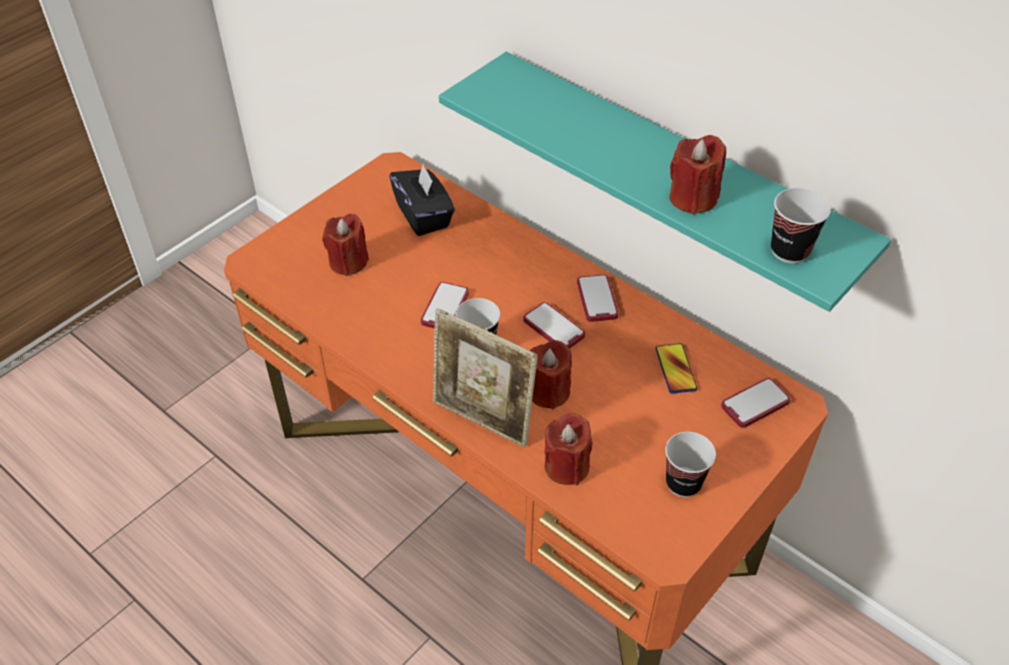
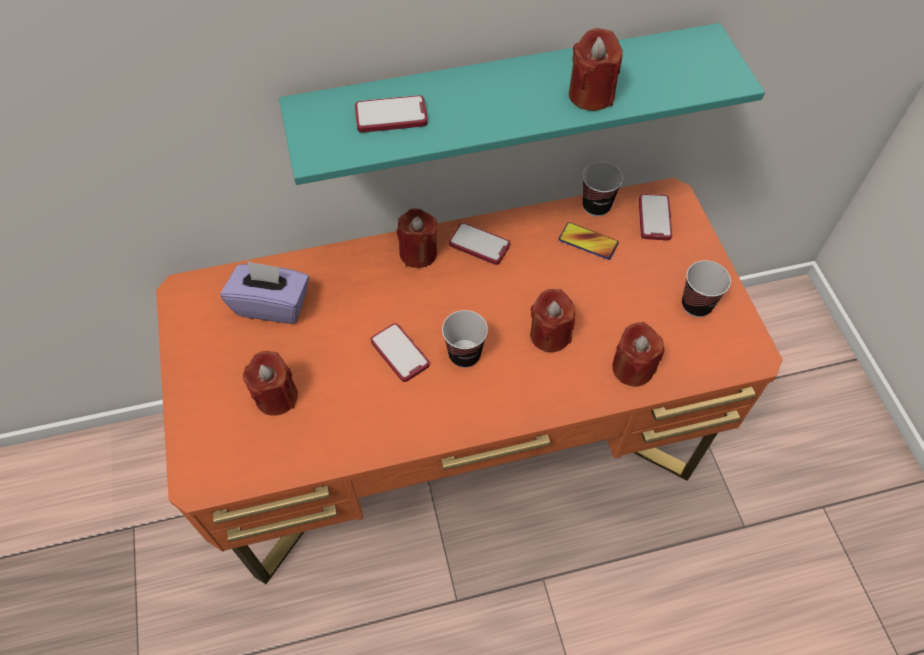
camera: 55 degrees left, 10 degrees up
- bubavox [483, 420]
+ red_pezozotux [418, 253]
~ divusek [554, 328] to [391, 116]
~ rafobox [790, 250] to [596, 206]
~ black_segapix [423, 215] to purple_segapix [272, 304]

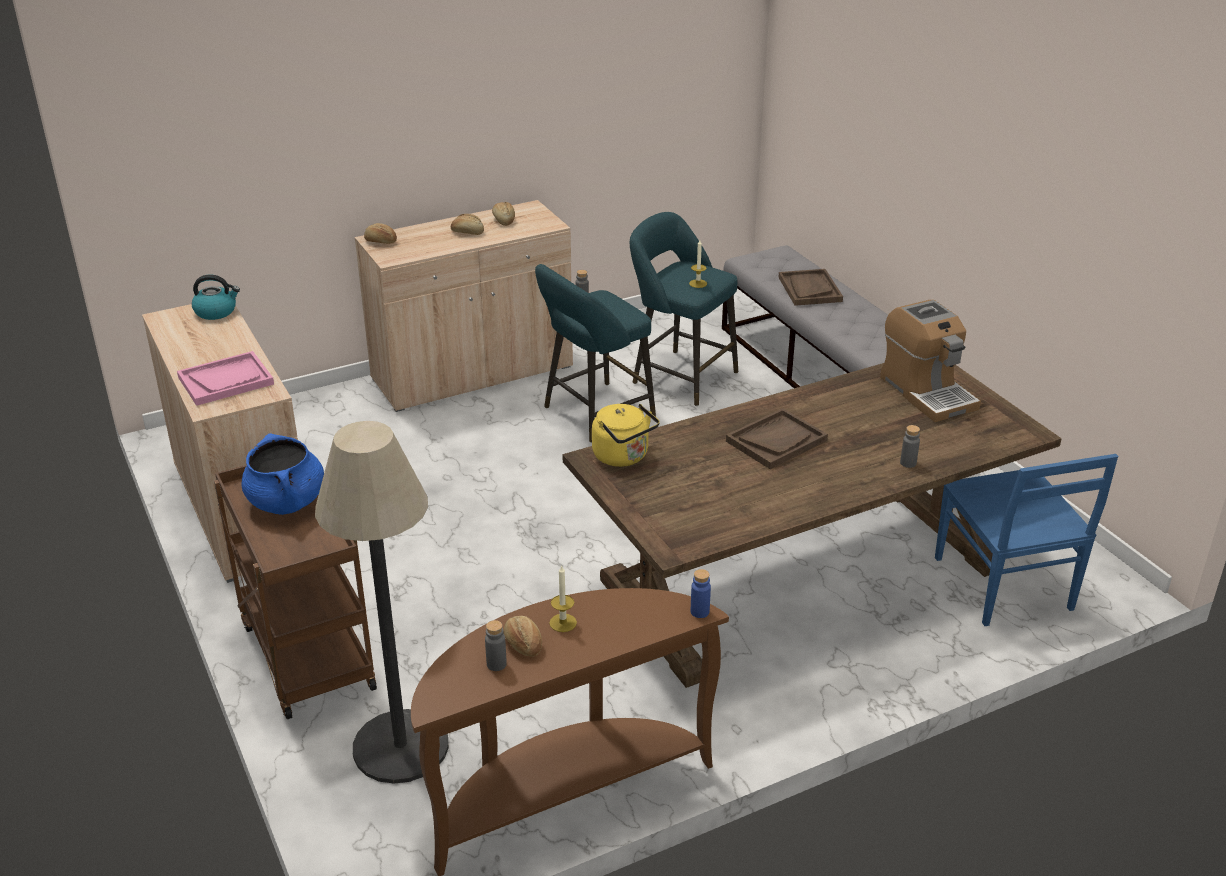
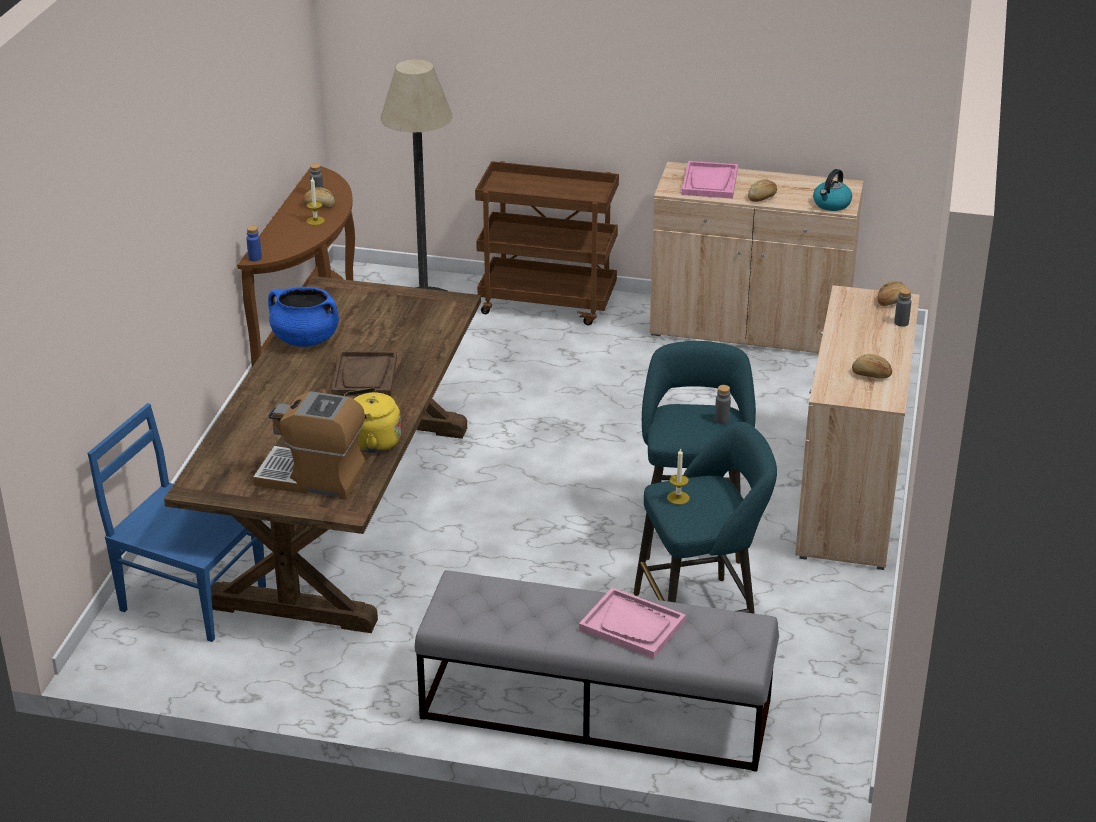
camera: 130 degrees right, 0 degrees up
~ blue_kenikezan [287, 502] to [305, 339]
~ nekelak [467, 232] to [762, 197]
~ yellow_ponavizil [623, 457] to [370, 442]
~ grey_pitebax [908, 463] to [901, 323]
~ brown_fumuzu [809, 289] to pink_fumuzu [632, 625]

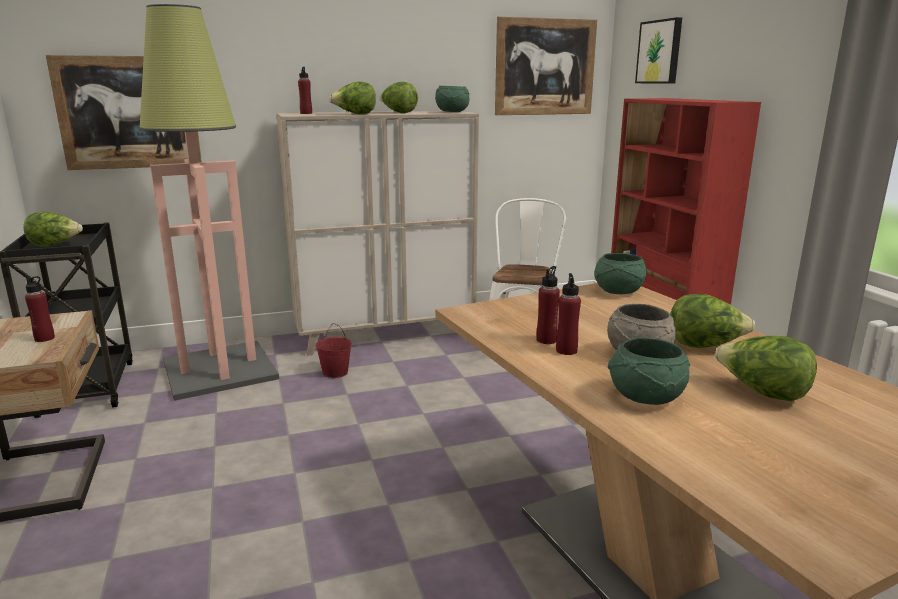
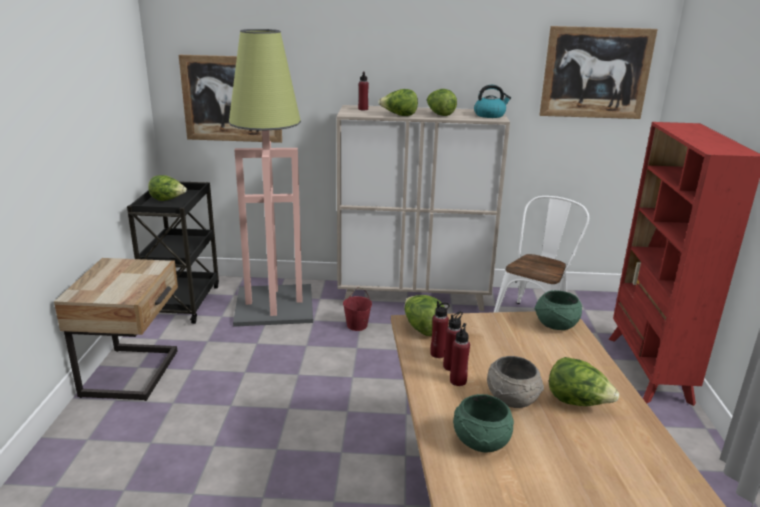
camera: 20 degrees right, 5 degrees up
- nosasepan [660, 52]
~ red_pitebax [44, 338] to [438, 353]
~ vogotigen [762, 393] to [422, 329]
~ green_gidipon [452, 112] to ponavizil [490, 115]

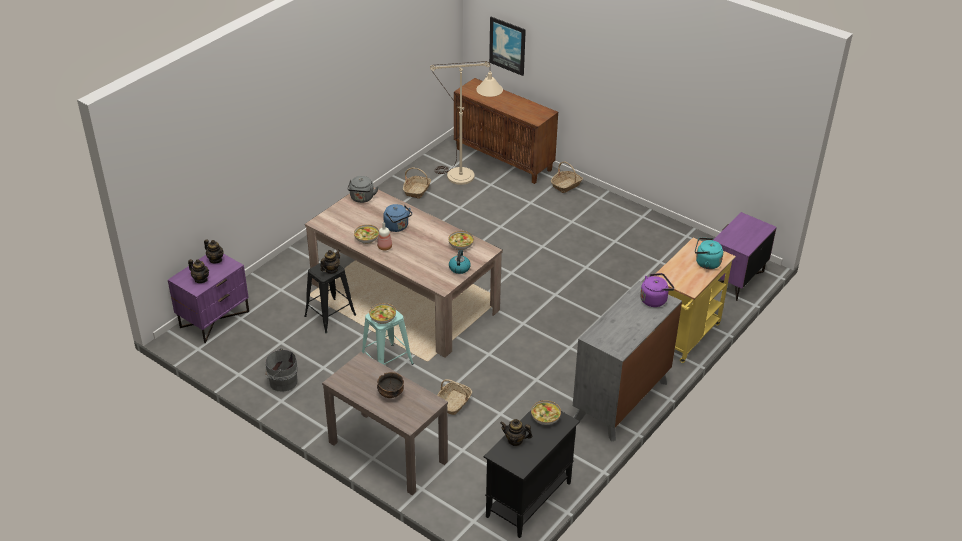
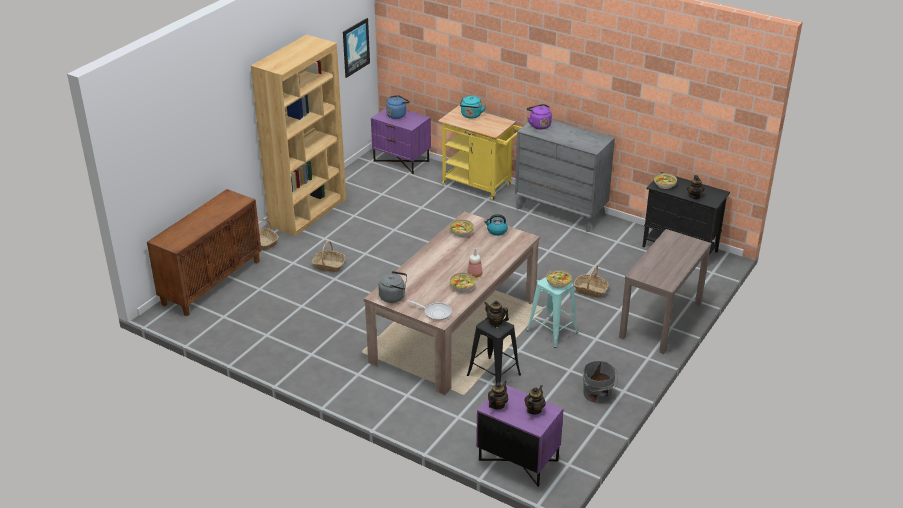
camera: 95 degrees left, 5 degrees down
- gidipon [390, 394]
- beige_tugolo [467, 179]
+ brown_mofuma [308, 212]
+ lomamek [435, 313]
~ blue_ponavizil [397, 227] to [397, 115]
~ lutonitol [417, 190] to [329, 265]
~ nosasepan [508, 45] to [355, 47]

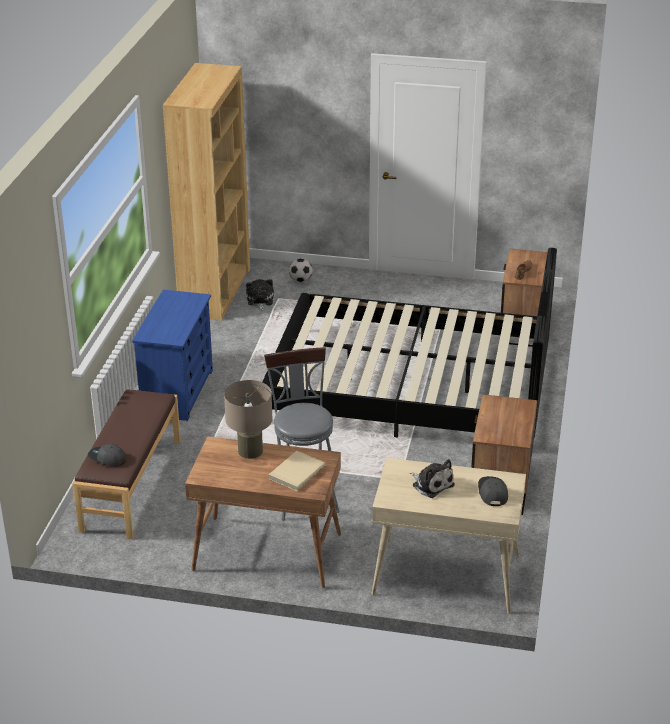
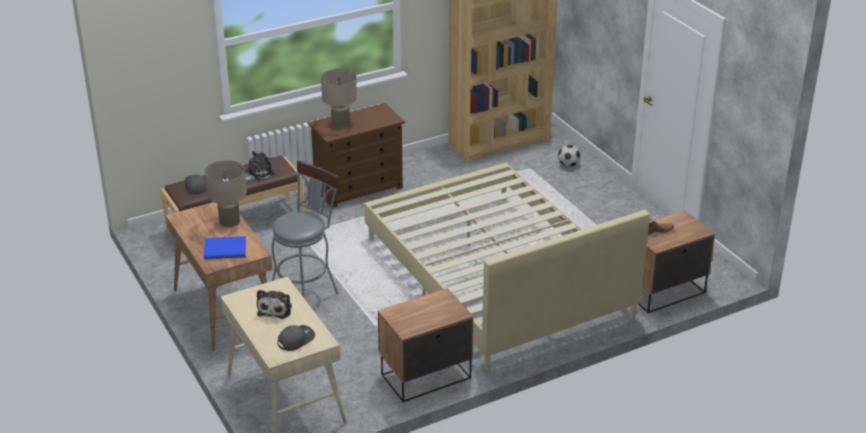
camera: 50 degrees right, 0 degrees up
+ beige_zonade [340, 123]
~ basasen [260, 301] to [257, 173]
~ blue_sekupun [178, 392] to brown_sekupun [359, 188]
~ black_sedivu [409, 389] to beige_sedivu [495, 277]
~ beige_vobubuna [296, 472] to blue_vobubuna [225, 249]

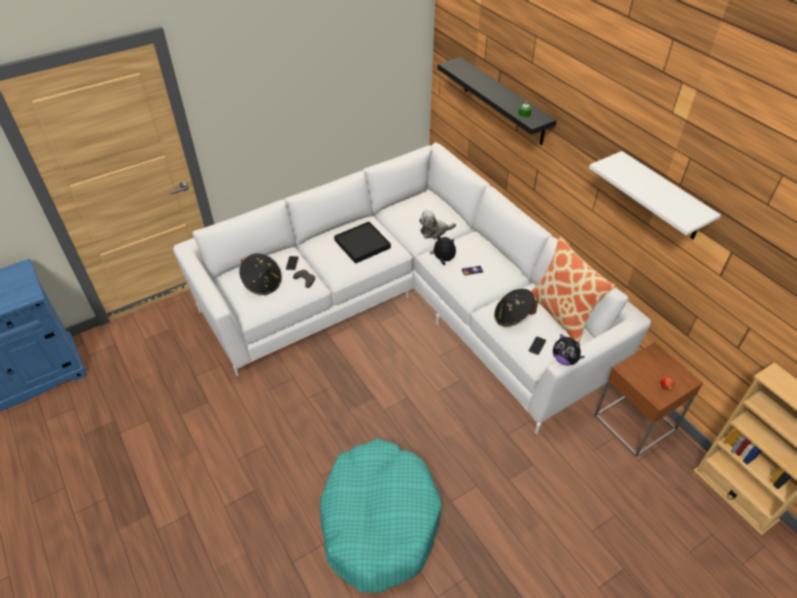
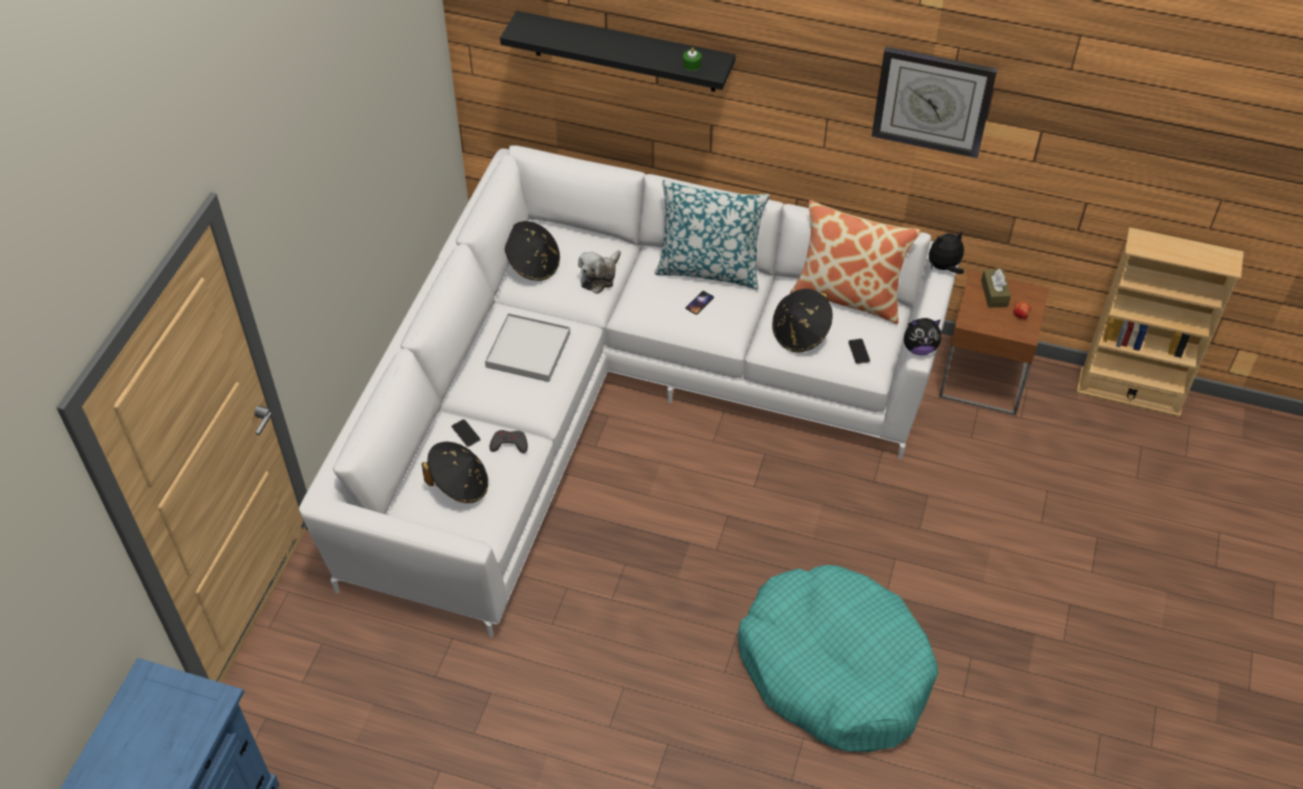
camera: 40 degrees left, 5 degrees up
+ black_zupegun [533, 264]
+ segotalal [709, 269]
+ brown_segapix [994, 293]
~ basasen [443, 260] to [944, 267]
~ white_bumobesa [662, 197] to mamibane [933, 101]
~ black_fumuzu [362, 244] to white_fumuzu [528, 350]

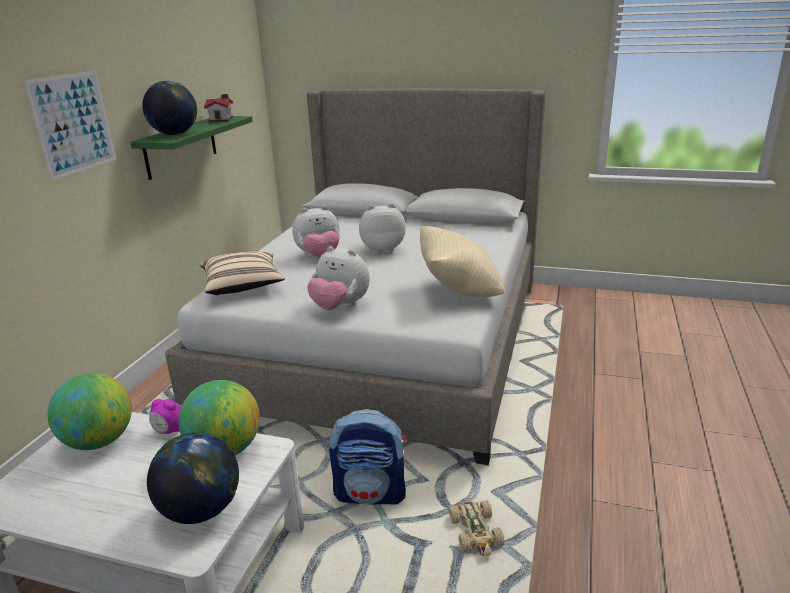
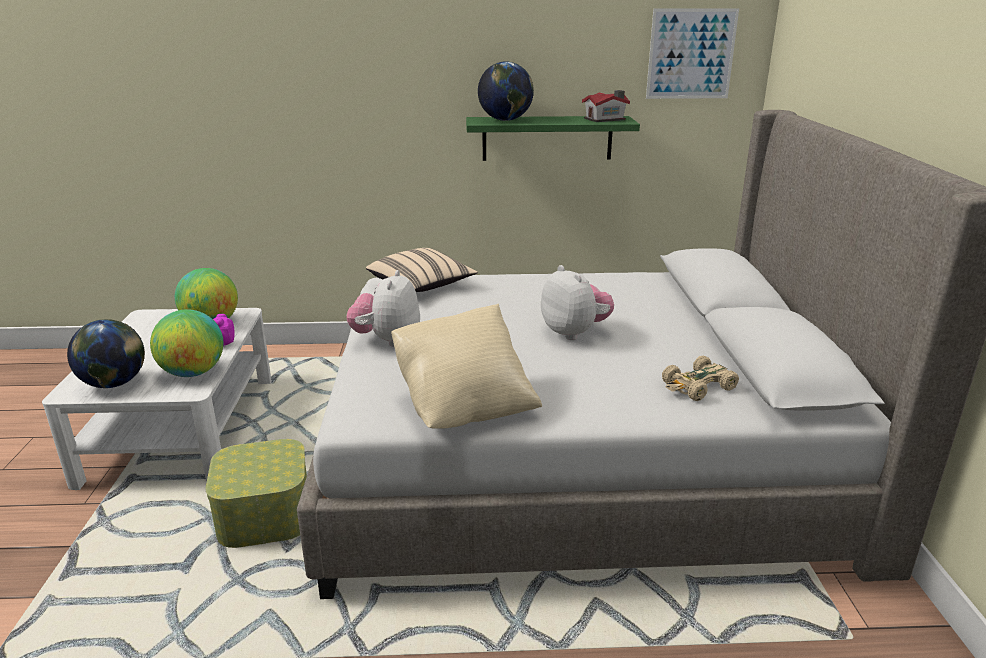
camera: 70 degrees right, 0 degrees up
- basasen [319, 257]
~ nosasepan [73, 123] to [691, 54]
~ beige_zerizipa [476, 533] to [698, 386]
~ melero [371, 493] to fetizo [265, 516]

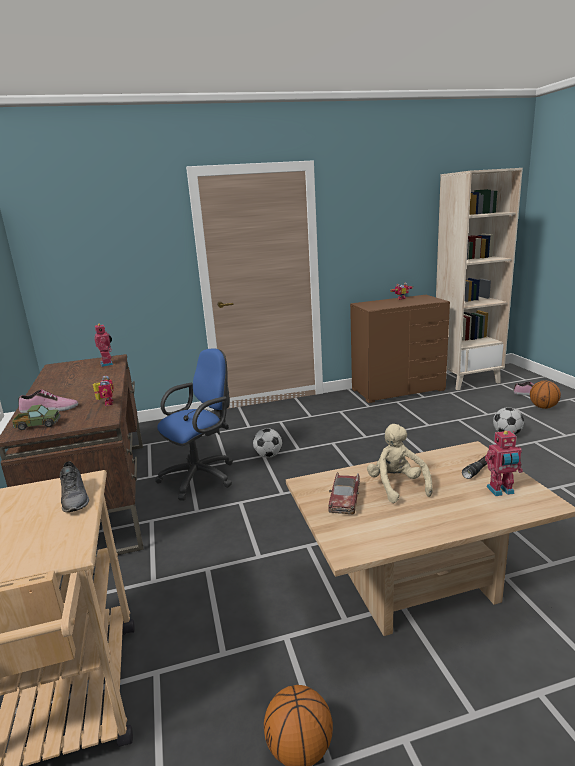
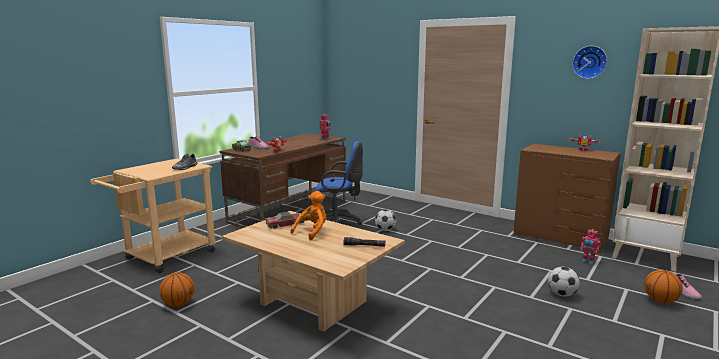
camera: 50 degrees right, 5 degrees down
+ mamibane [590, 62]
~ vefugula [501, 491] to [588, 261]
~ beige_basasen [397, 486] to orange_basasen [312, 231]

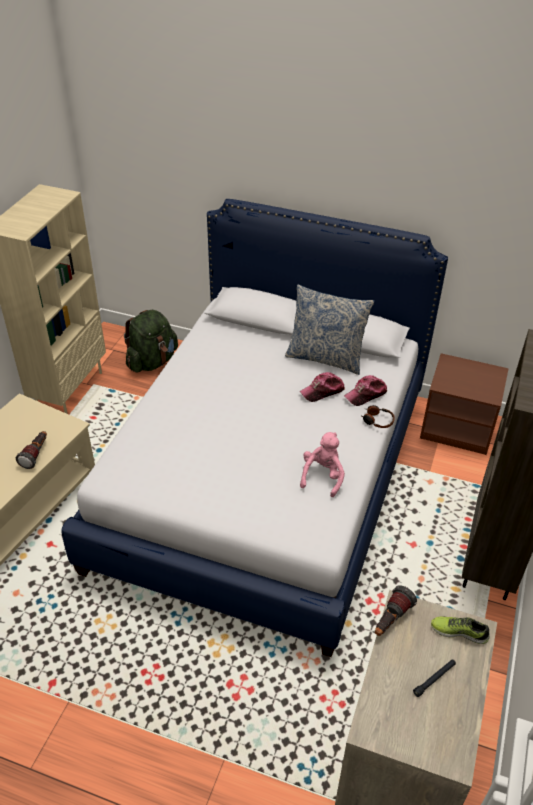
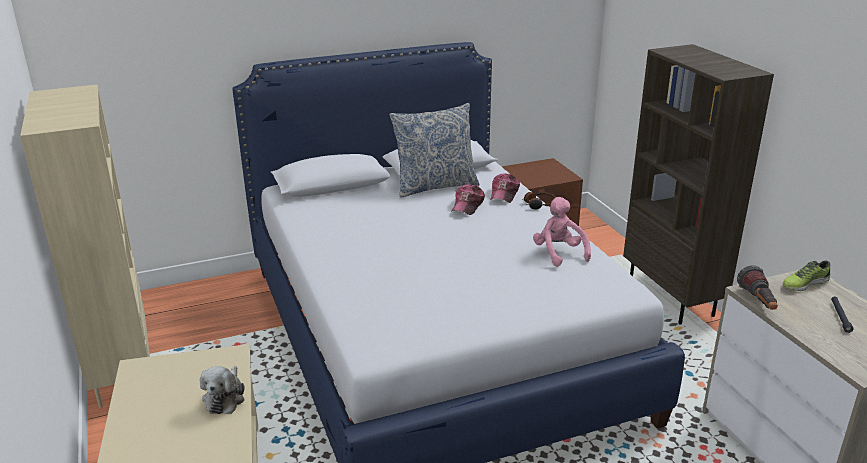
camera: 40 degrees left, 15 degrees down
- green_melero [152, 361]
~ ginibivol [36, 454] to basasen [225, 397]

